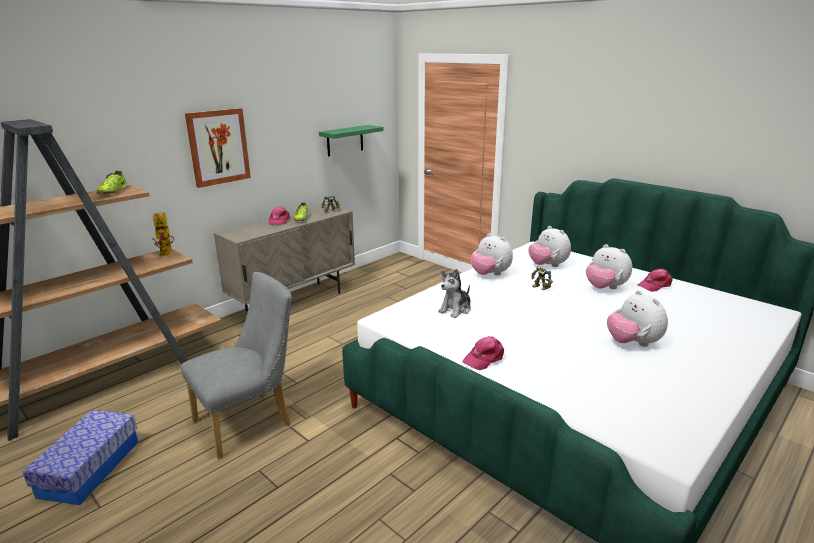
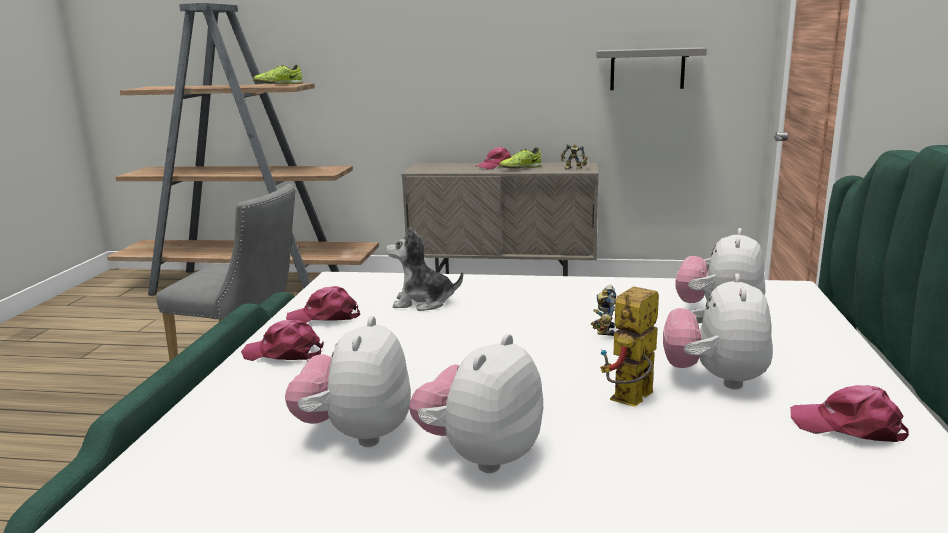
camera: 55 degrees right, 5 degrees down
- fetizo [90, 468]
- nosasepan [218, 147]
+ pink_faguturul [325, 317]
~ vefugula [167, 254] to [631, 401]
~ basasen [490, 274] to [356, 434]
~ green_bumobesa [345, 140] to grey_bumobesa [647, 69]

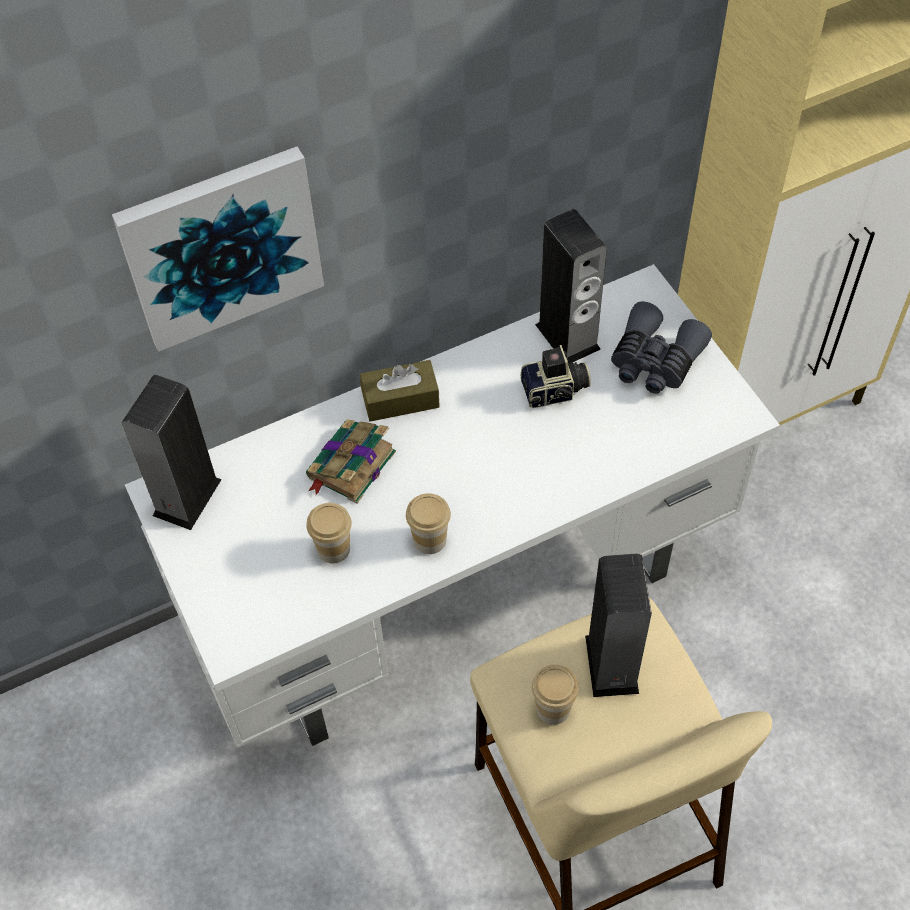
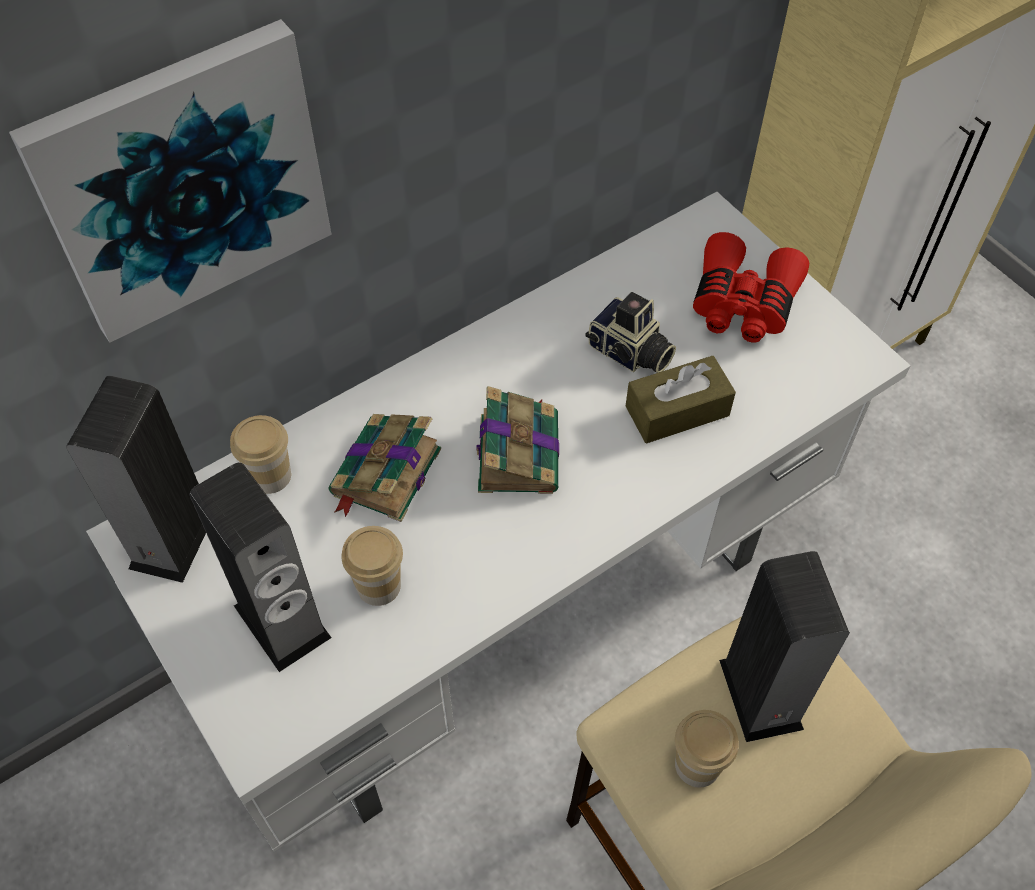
camera: 10 degrees left, 0 degrees up
+ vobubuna [518, 451]
~ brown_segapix [400, 399] to [677, 411]
~ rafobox [430, 540] to [270, 476]
~ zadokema [567, 336] to [282, 621]
~ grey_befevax [654, 361] to red_befevax [743, 304]
~ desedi [555, 392] = [629, 353] 60 degrees clockwise

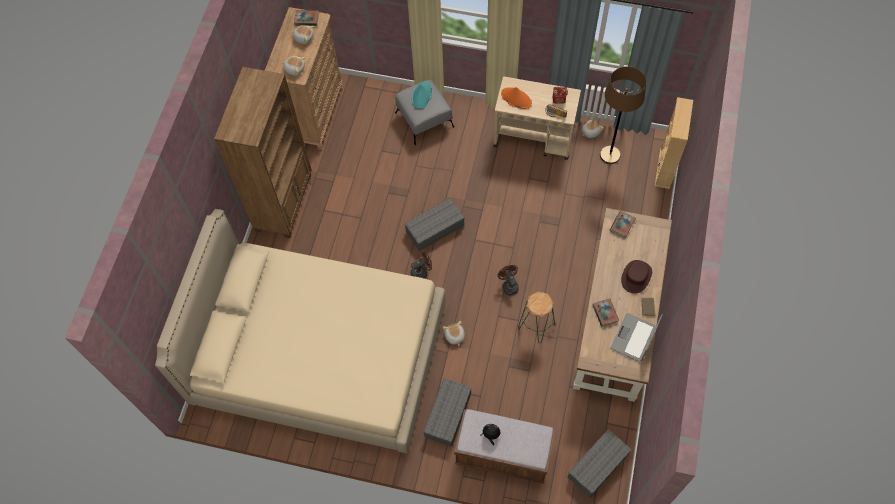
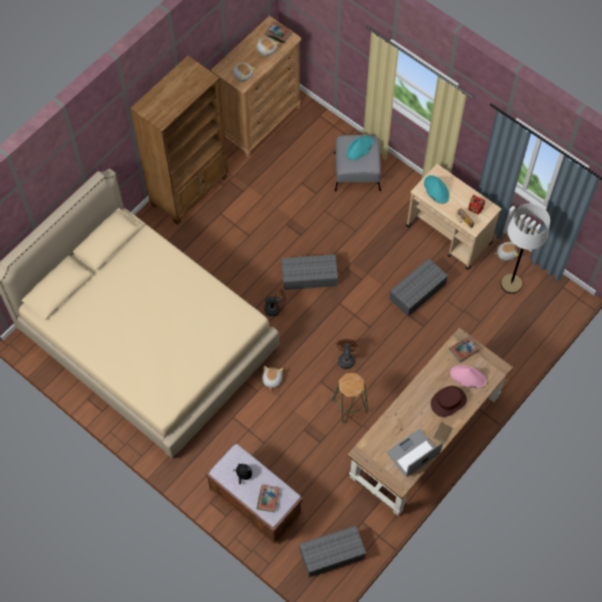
camera: 25 degrees right, 0 degrees up
- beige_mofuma [665, 168]
+ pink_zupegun [468, 377]
~ grey_fetizo [448, 416] to [417, 292]
~ vobubuna [605, 313] to [268, 499]
~ orange_zupegun [516, 98] to turquoise_zupegun [436, 189]
~ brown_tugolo [610, 155] to white_tugolo [511, 284]

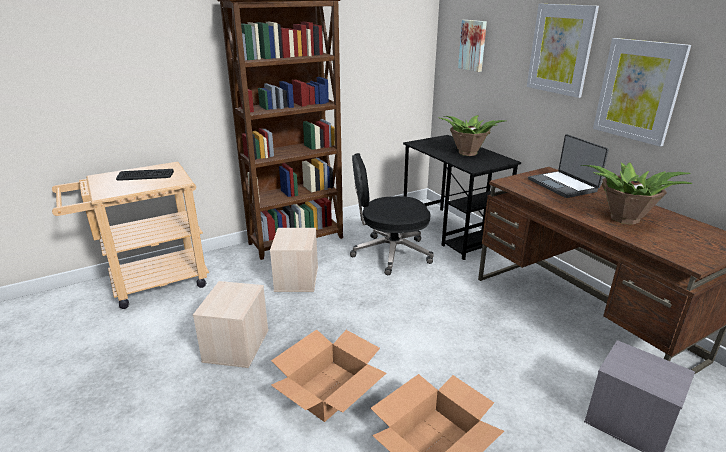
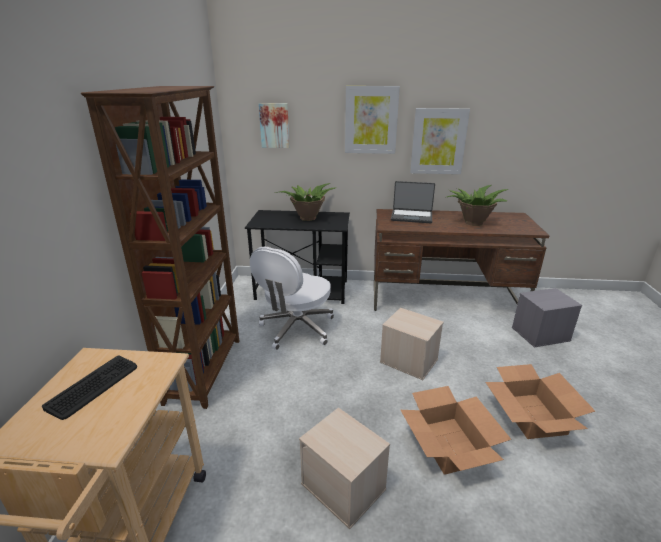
camera: 55 degrees left, 0 degrees up
~ beige_fetizo [296, 278] to [408, 361]
~ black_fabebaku [390, 254] to white_fabebaku [296, 329]

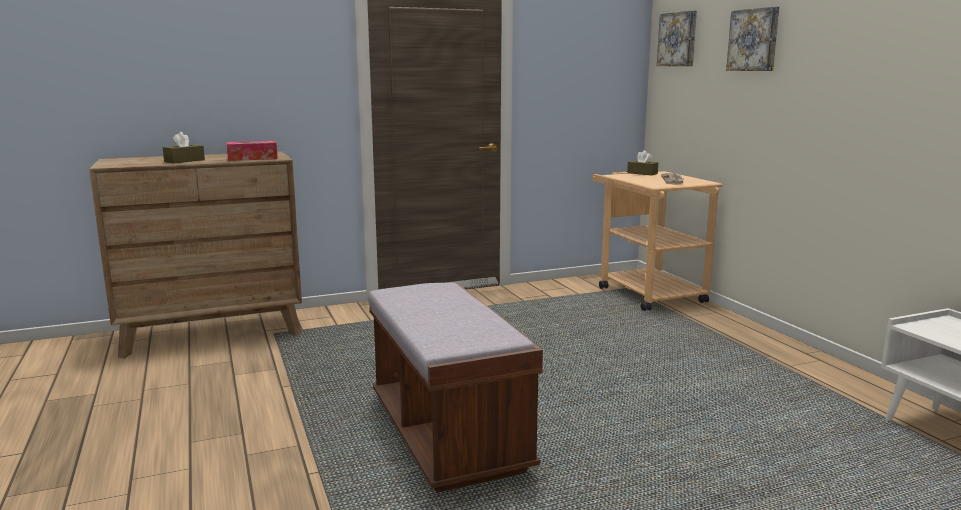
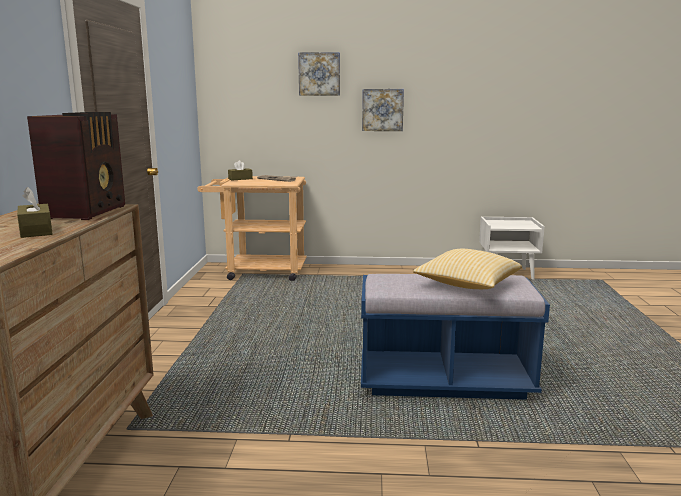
camera: 65 degrees left, 0 degrees up
+ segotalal [467, 285]
~ nosasepan [678, 39] to [382, 110]
~ segapix [252, 158] to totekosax [88, 212]
~ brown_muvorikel [448, 435] to blue_muvorikel [444, 381]

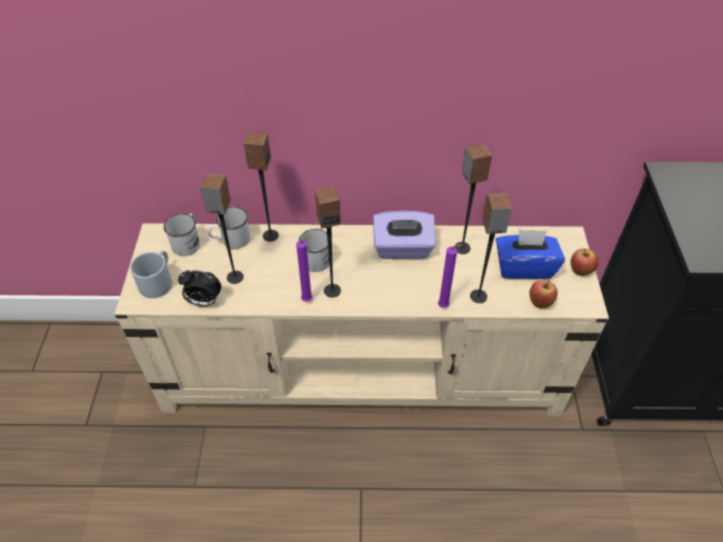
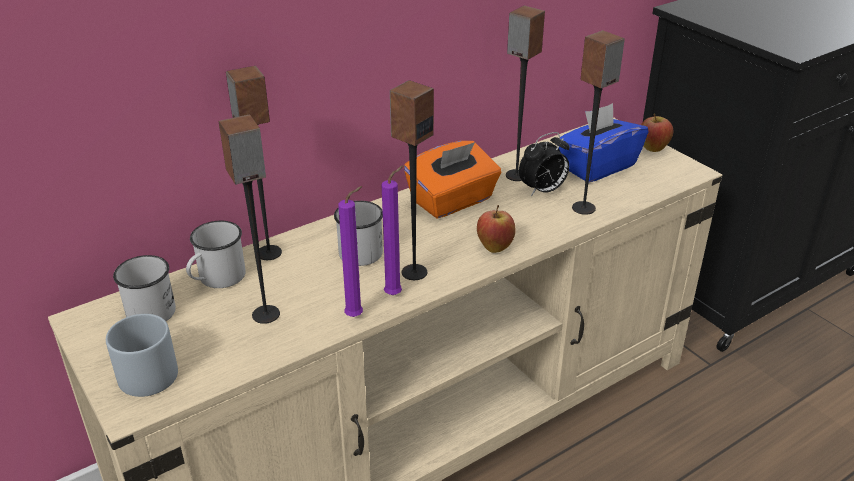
camera: 35 degrees left, 15 degrees down
~ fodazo [204, 302] to [542, 191]
~ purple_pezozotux [445, 306] to [357, 316]
~ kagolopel [539, 303] to [494, 248]
~ purple_segapix [403, 249] to orange_segapix [452, 201]

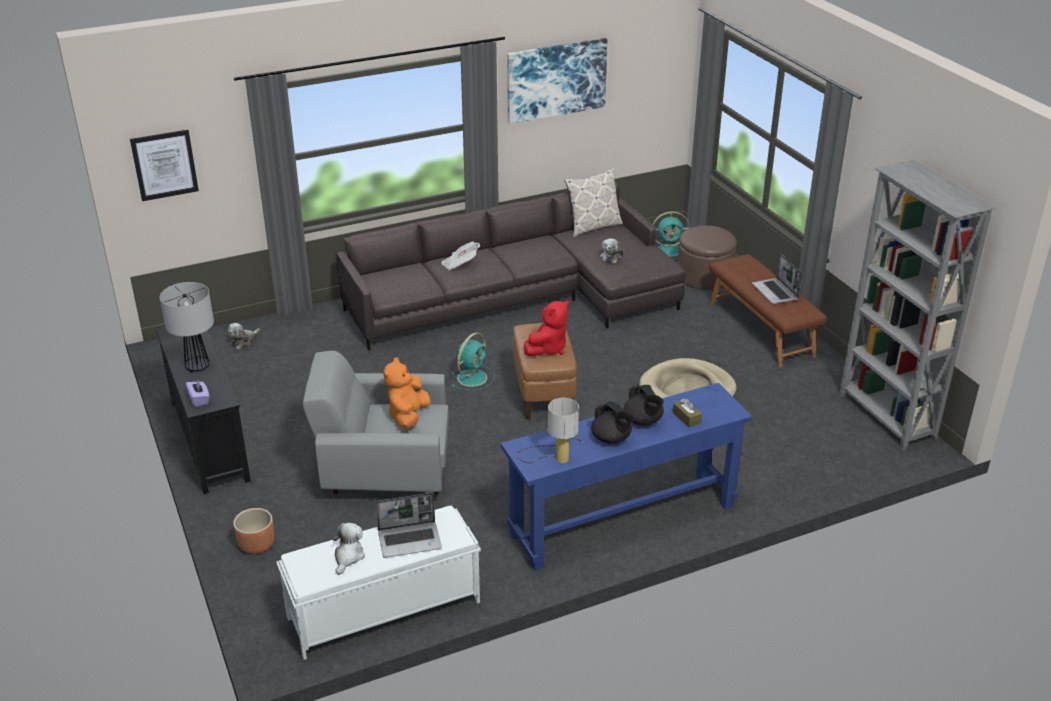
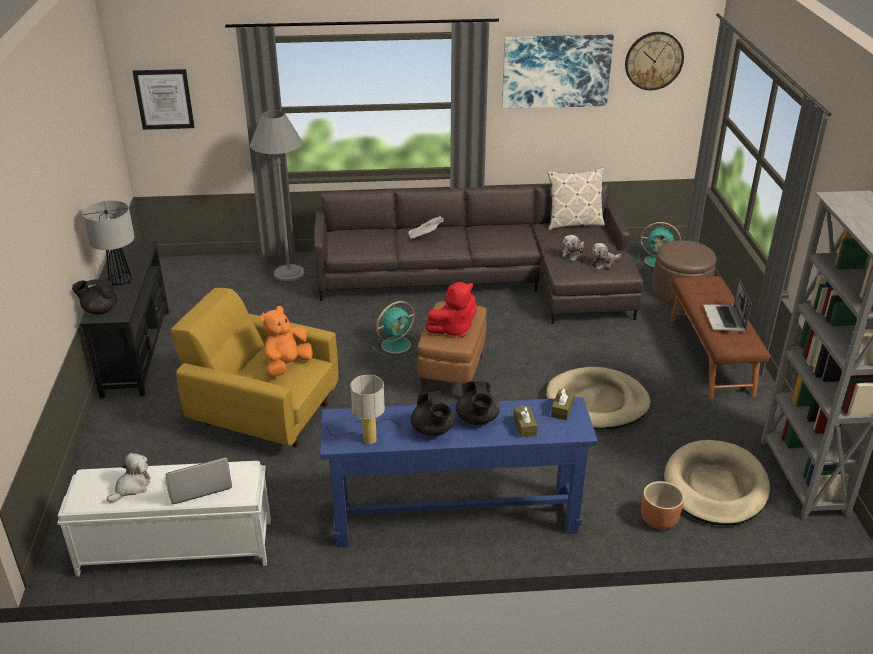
camera: 20 degrees right, 0 degrees up
+ grey_tugolo [289, 273]
+ brown_segapix [562, 409]
+ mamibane [654, 60]
+ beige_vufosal [715, 487]
~ basasen [244, 341] to [604, 263]
~ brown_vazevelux [256, 545] to [658, 520]
~ purple_segapix [199, 400] to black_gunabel [100, 310]
~ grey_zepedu [384, 470] to yellow_zepedu [263, 413]
~ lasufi [410, 540] = [197, 485] 150 degrees clockwise

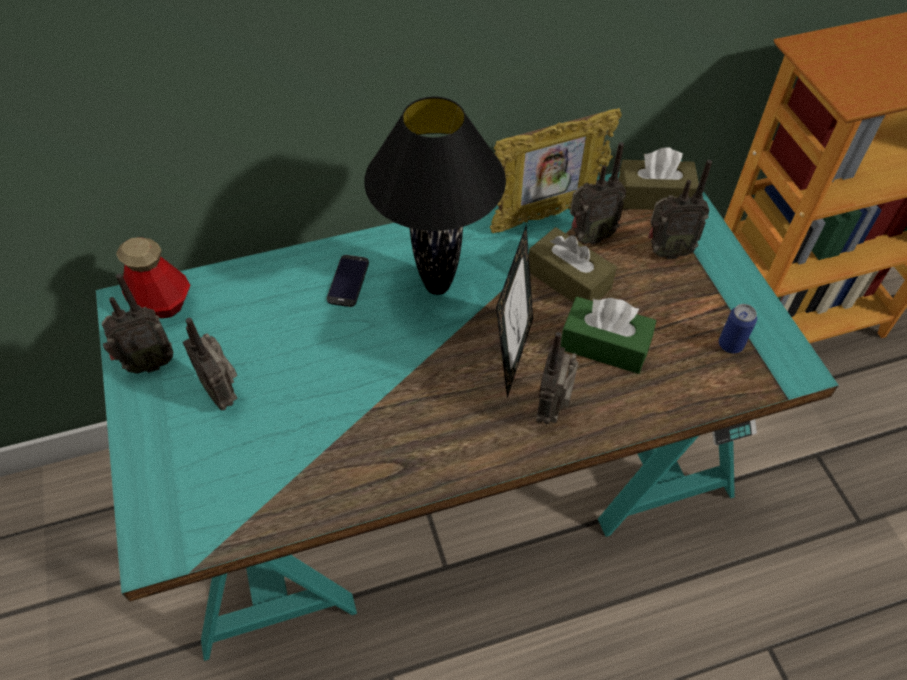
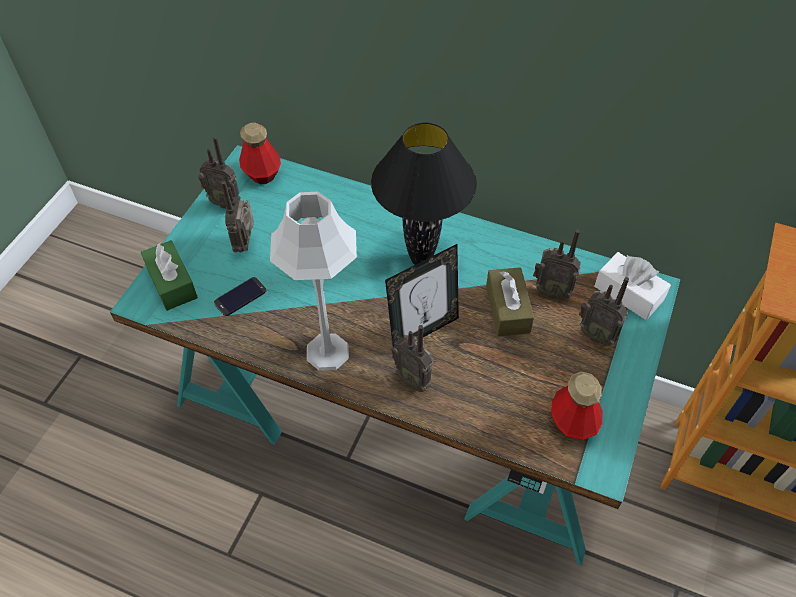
camera: 40 degrees right, 0 degrees up
- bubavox [546, 216]
+ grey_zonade [328, 352]
~ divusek [348, 281] to [240, 297]
~ green_segapix [604, 345] to [172, 283]
~ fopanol [730, 345] to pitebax [572, 422]
~ brown_segapix [654, 196] to white_segapix [628, 293]
~ totekosax [553, 409] = [413, 379] 105 degrees counterclockwise

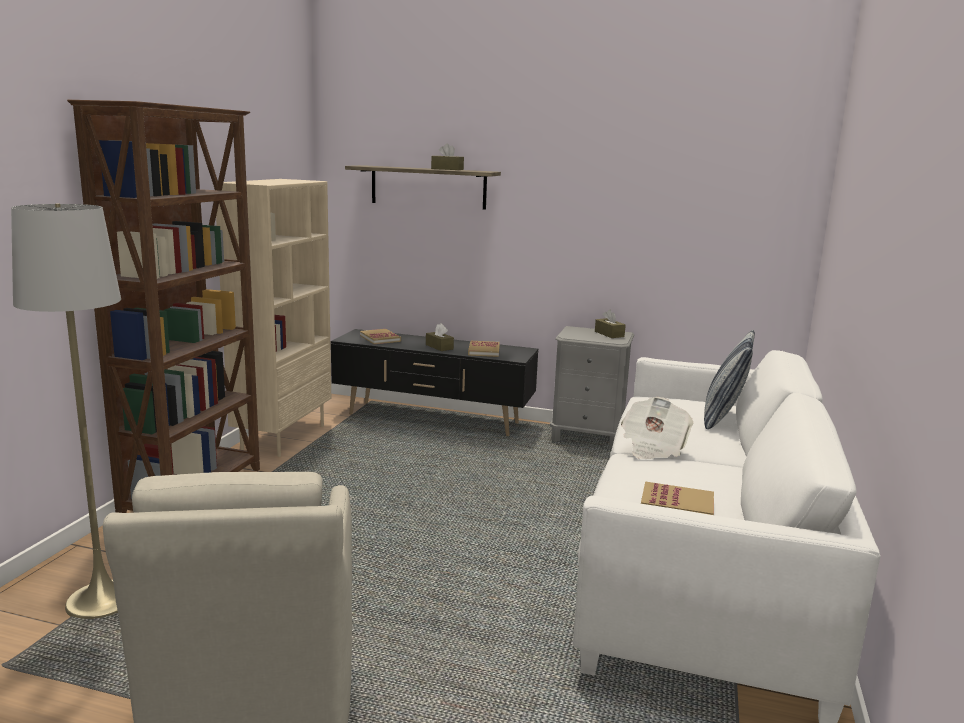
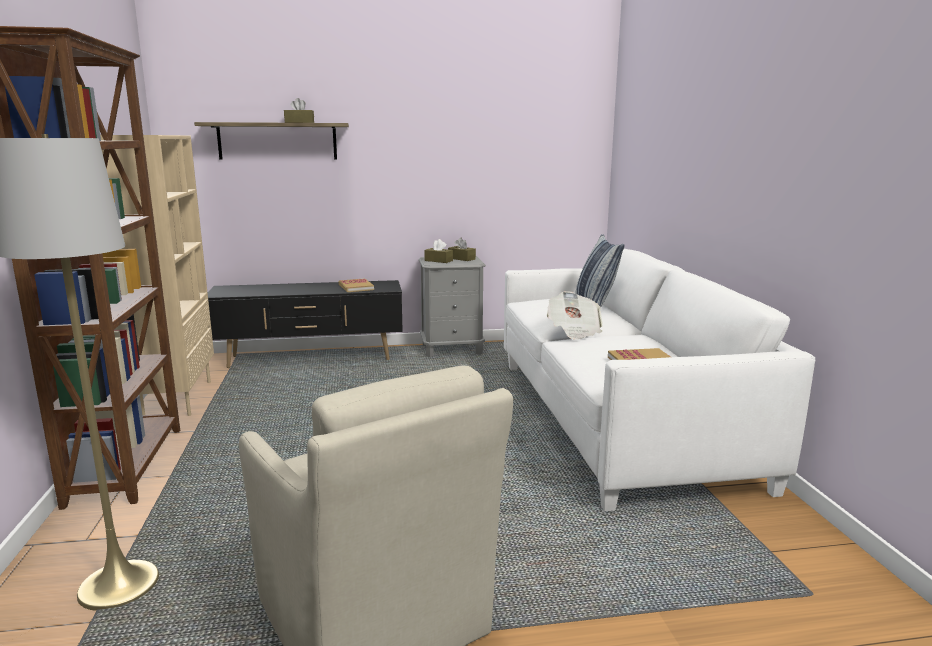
camera: 25 degrees left, 0 degrees up
- vobubuna [380, 338]
~ brown_segapix [439, 347] to [438, 261]

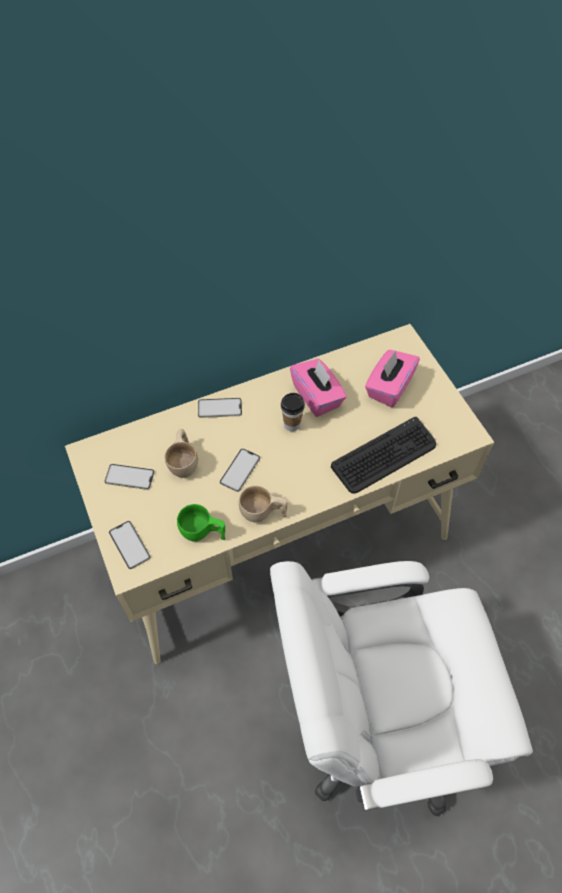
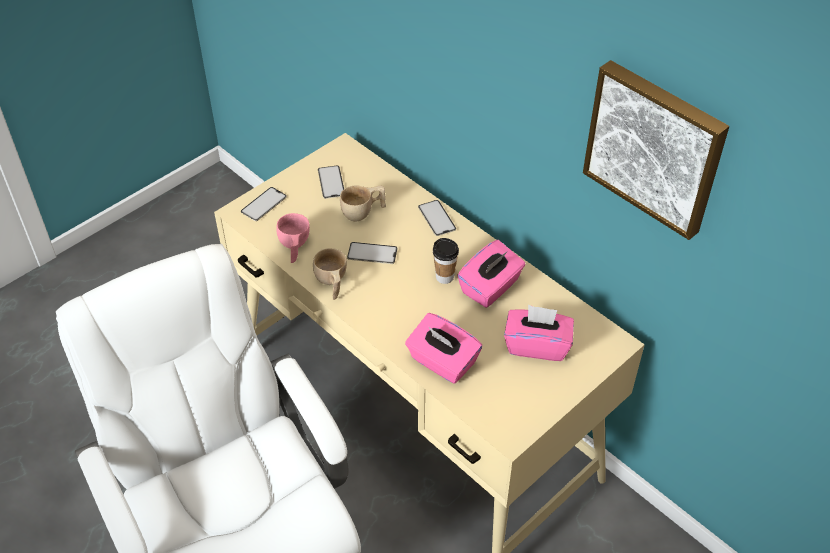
camera: 70 degrees right, 10 degrees down
+ nosasepan [655, 147]
~ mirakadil [384, 456] to pink_segapix [442, 362]
~ green_rafobox [203, 533] to pink_rafobox [294, 247]

